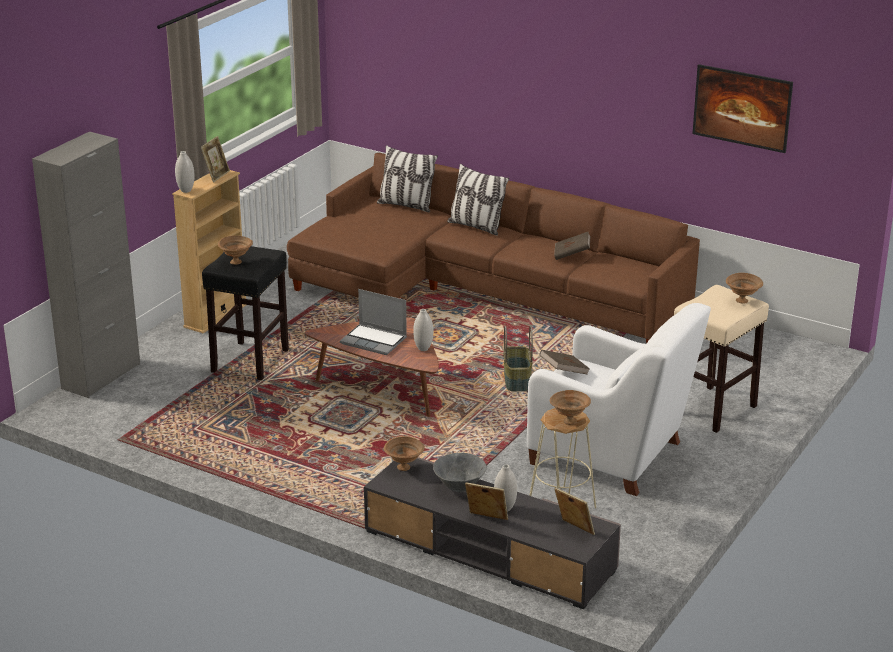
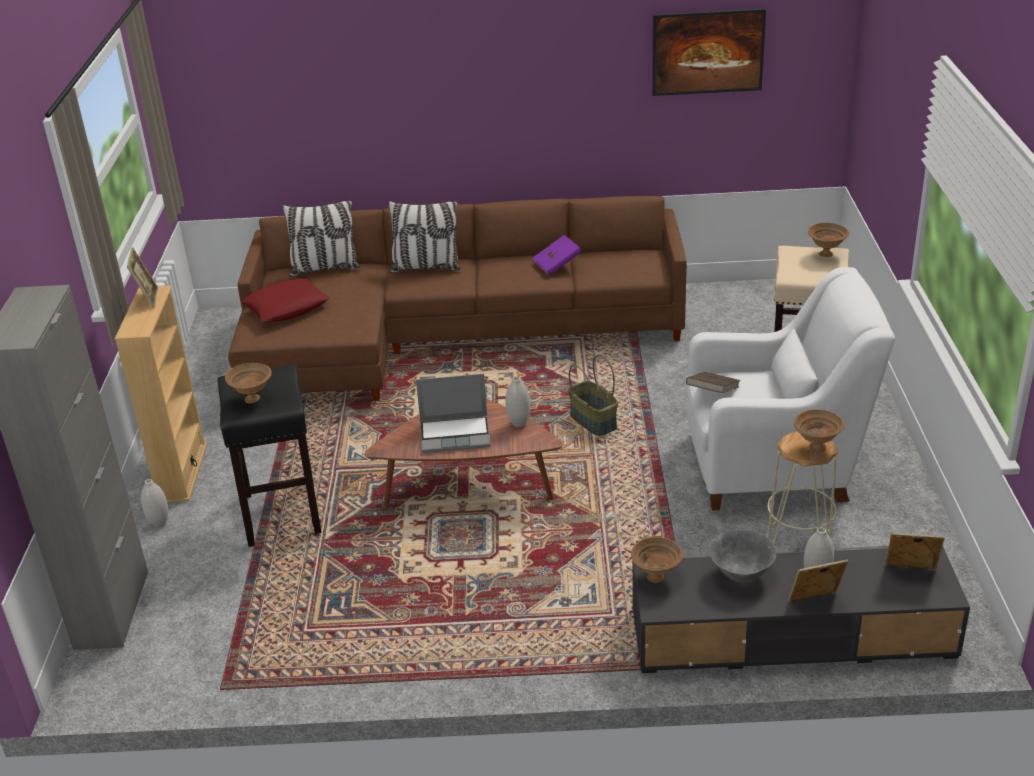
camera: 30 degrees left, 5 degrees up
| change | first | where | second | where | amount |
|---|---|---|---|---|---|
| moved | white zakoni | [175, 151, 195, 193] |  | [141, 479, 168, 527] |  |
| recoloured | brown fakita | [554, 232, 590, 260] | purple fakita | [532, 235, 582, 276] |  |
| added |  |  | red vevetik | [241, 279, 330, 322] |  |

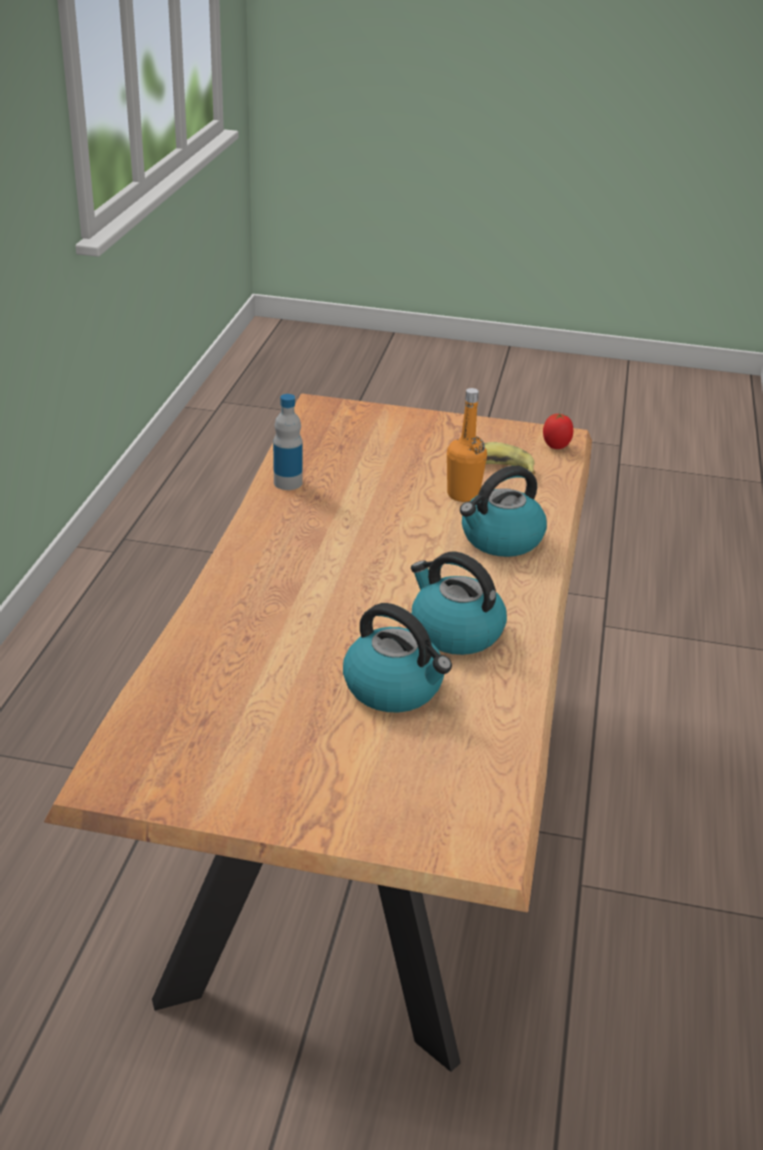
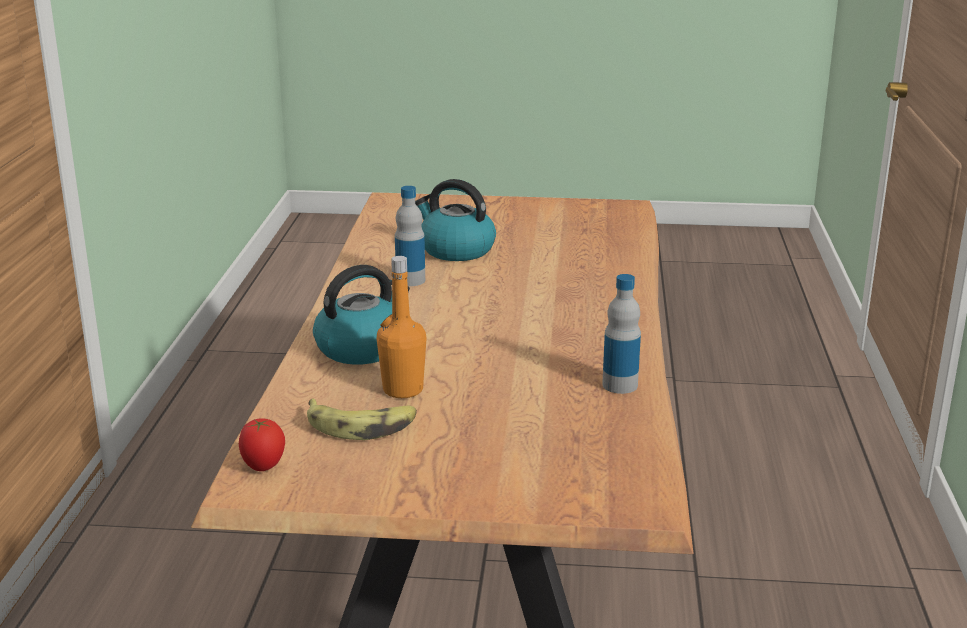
camera: 175 degrees right, 10 degrees down
| change | first | where | second | where | amount |
|---|---|---|---|---|---|
| replaced | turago | [411, 552, 507, 655] | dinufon | [395, 186, 425, 286] |  |

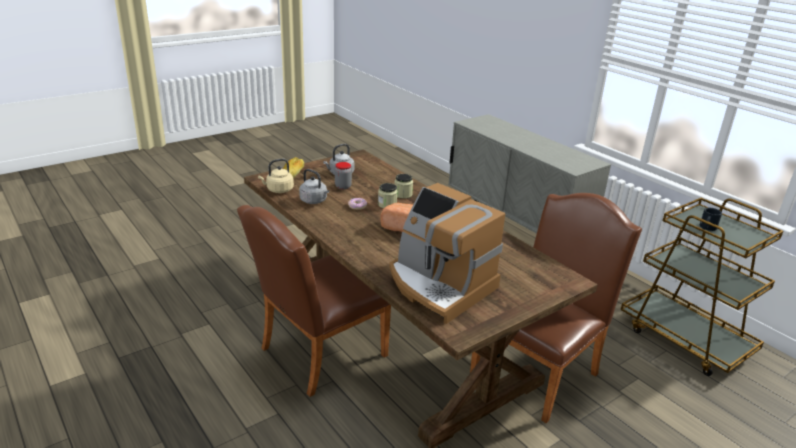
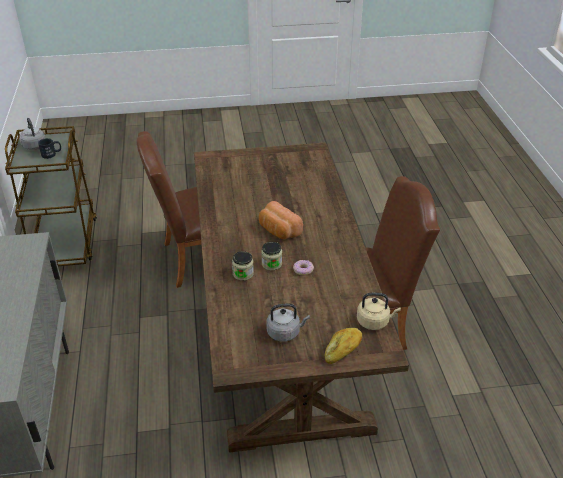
camera: 150 degrees left, 10 degrees up
| change | first | where | second | where | amount |
|---|---|---|---|---|---|
| moved | grey turago | [299, 169, 329, 204] |  | [20, 118, 45, 150] |  |
| removed | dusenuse | [335, 162, 352, 189] |  |  |  |
| removed | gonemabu | [389, 183, 505, 324] |  |  |  |

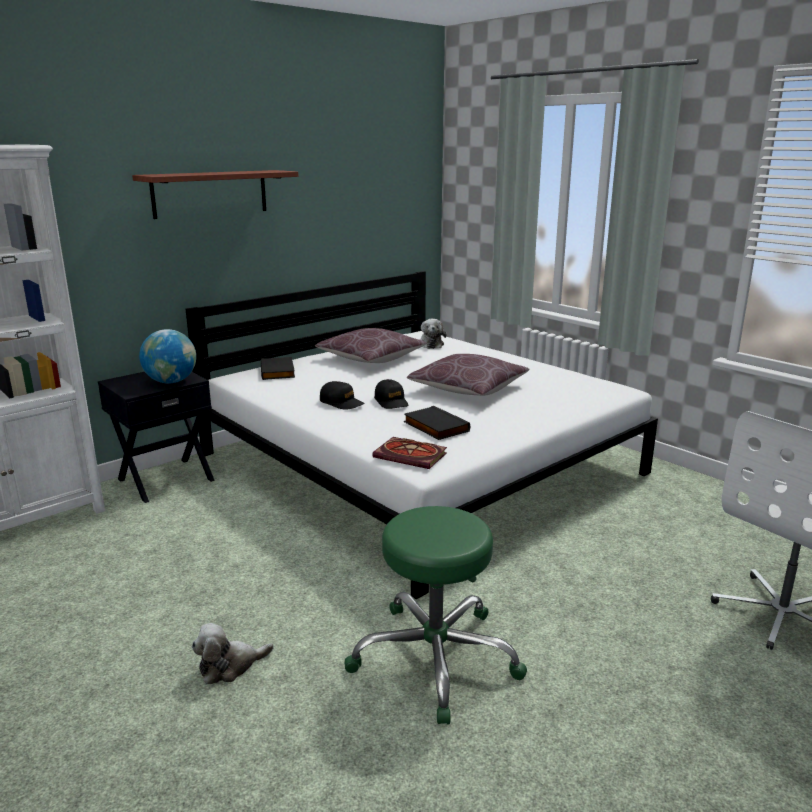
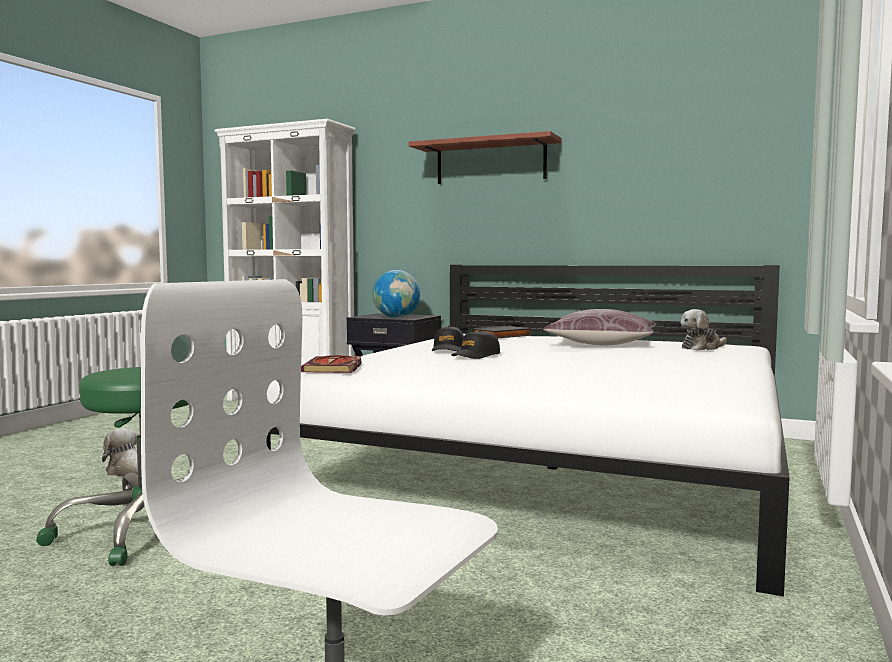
camera: 65 degrees right, 15 degrees down
| change | first | where | second | where | amount |
|---|---|---|---|---|---|
| removed | black fakita | [404, 406, 470, 440] |  |  |  |
| removed | brown vevetik | [407, 354, 530, 396] |  |  |  |

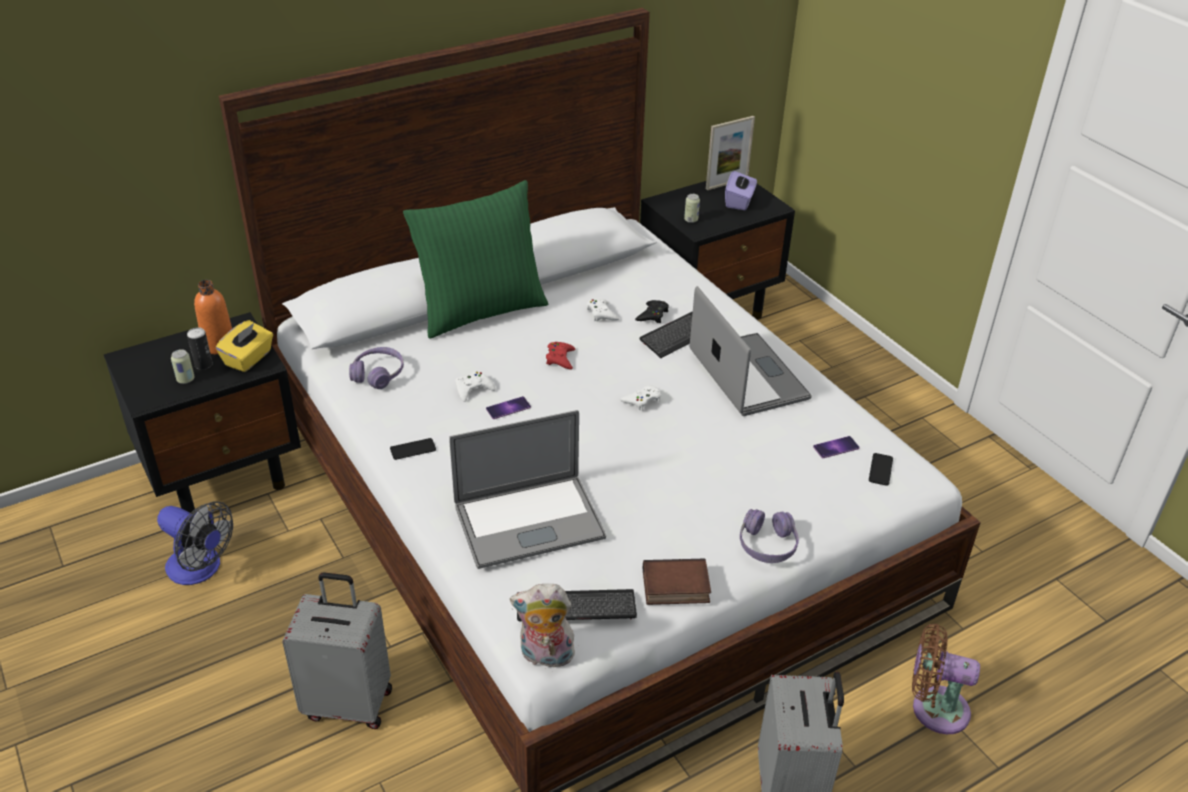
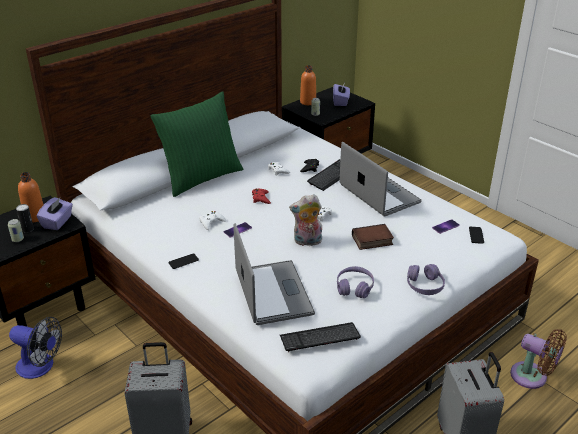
camera: 10 degrees left, 5 degrees down
| change | first | where | second | where | amount |
|---|---|---|---|---|---|
| recoloured | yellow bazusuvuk | [216, 320, 273, 372] | purple bazusuvuk | [37, 197, 73, 230] |  |
| moved | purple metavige | [349, 347, 404, 389] |  | [337, 266, 374, 298] |  |
| turned | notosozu | [449, 410, 606, 569] |  | [233, 223, 315, 325] | 75 degrees counterclockwise |
| moved | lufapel | [510, 584, 575, 668] |  | [289, 194, 322, 246] |  |
| moved | fakita | [643, 558, 711, 605] |  | [352, 224, 394, 250] |  |
| removed | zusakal | [706, 116, 755, 190] |  |  |  |
| turned | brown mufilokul | [912, 624, 980, 734] |  | [510, 329, 567, 389] | 150 degrees counterclockwise |
| added |  |  | orange dinufon | [300, 65, 316, 105] |  |

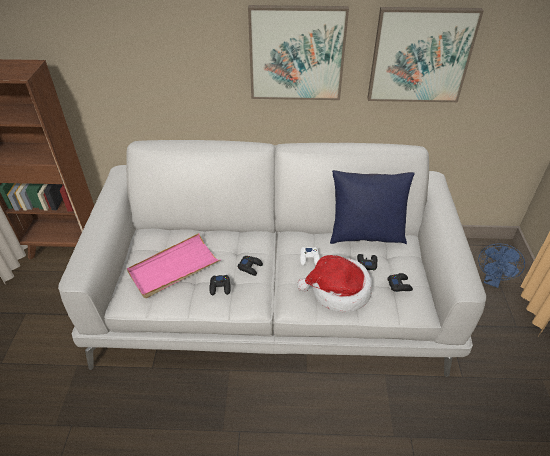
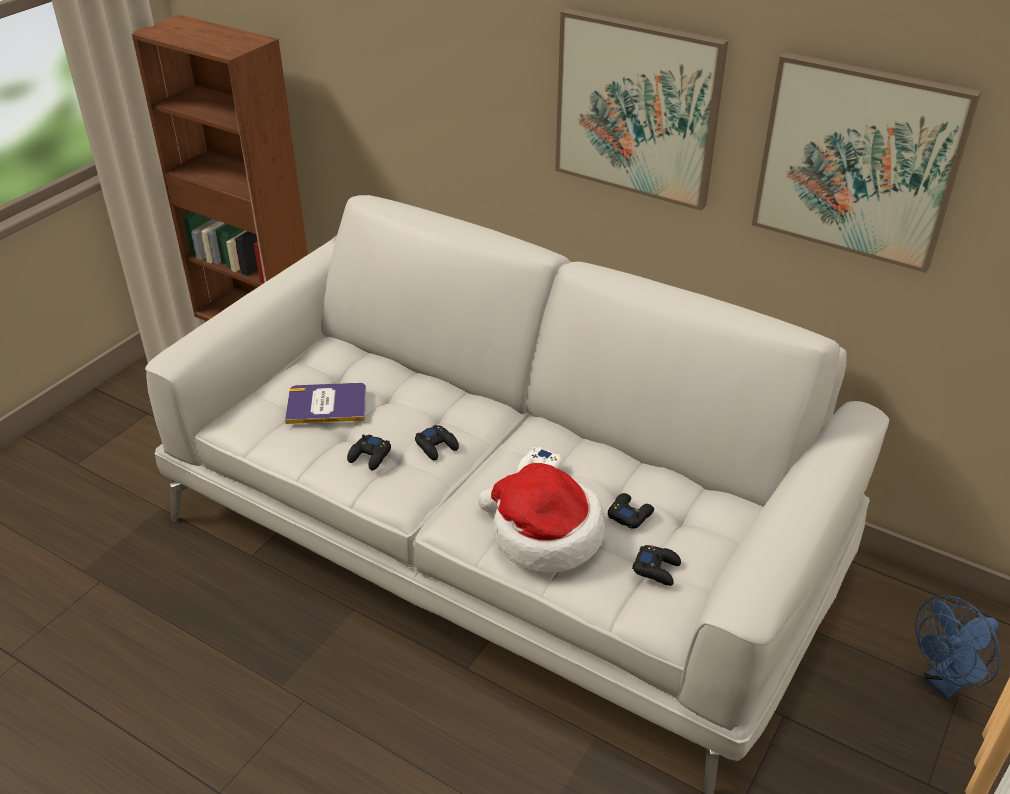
camera: 30 degrees right, 5 degrees down
| change | first | where | second | where | amount |
|---|---|---|---|---|---|
| replaced | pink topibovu | [127, 233, 221, 298] | fakita | [285, 383, 366, 424] |  |
| removed | blue vevetik | [330, 170, 415, 244] |  |  |  |

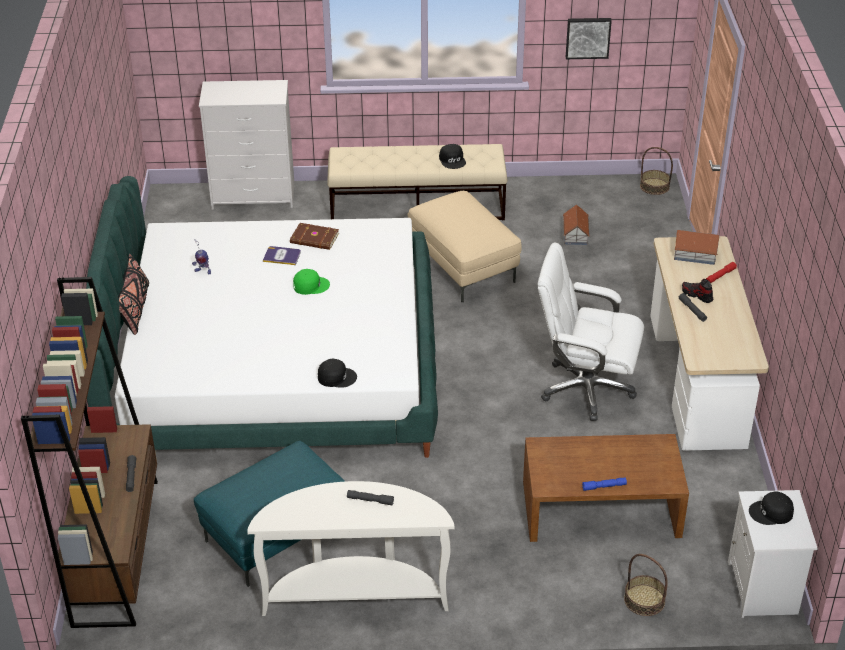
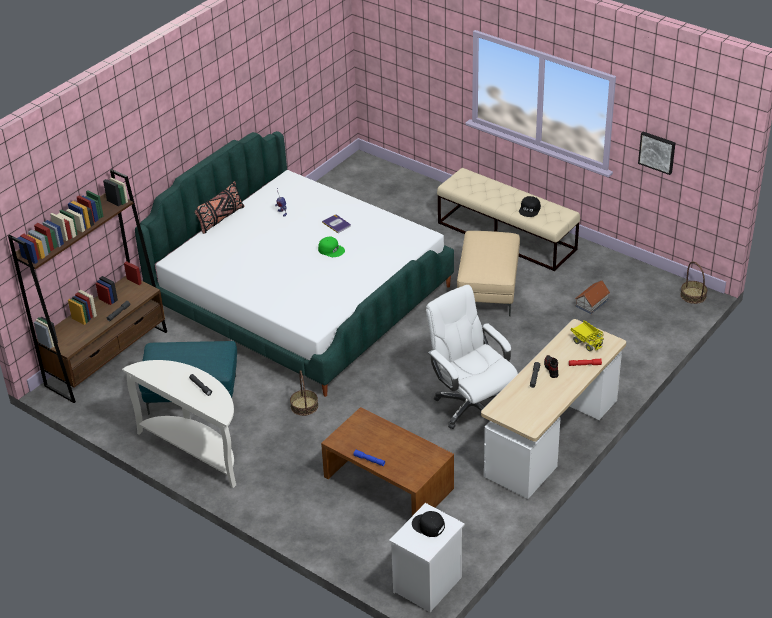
camera: 40 degrees right, 0 degrees up
| change | first | where | second | where | amount |
|---|---|---|---|---|---|
| removed | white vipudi | [199, 80, 294, 209] |  |  |  |
| removed | brown fakita | [290, 223, 339, 250] |  |  |  |
| removed | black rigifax | [318, 359, 357, 388] |  |  |  |
| moved | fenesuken | [624, 554, 668, 616] |  | [290, 370, 318, 416] |  |
| replaced | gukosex | [674, 230, 720, 265] | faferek | [571, 320, 604, 351] |  |

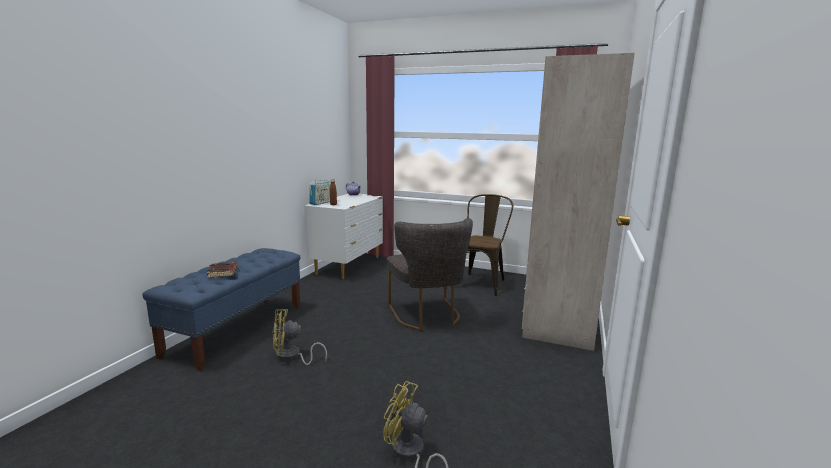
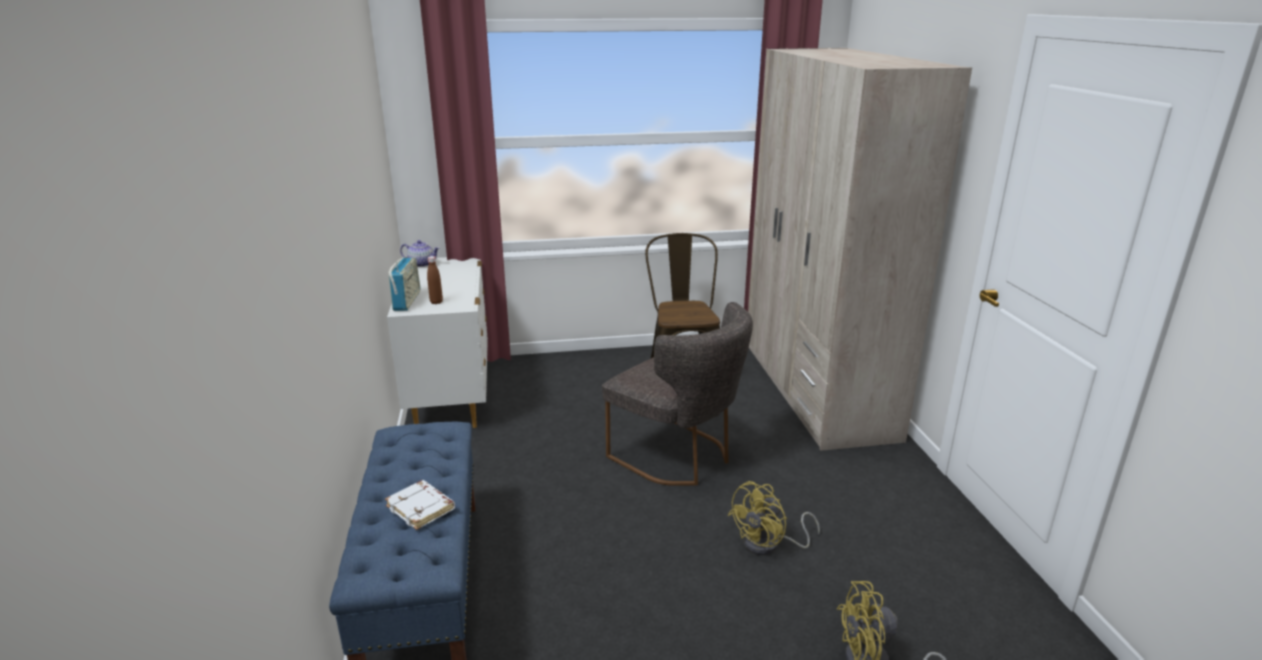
camera: 30 degrees left, 10 degrees up
| change | first | where | second | where | amount |
|---|---|---|---|---|---|
| recoloured | brown fakita | [207, 262, 237, 278] | white fakita | [385, 480, 455, 530] |  |
| moved | yellow mufilokul | [273, 309, 327, 365] |  | [728, 481, 820, 555] |  |

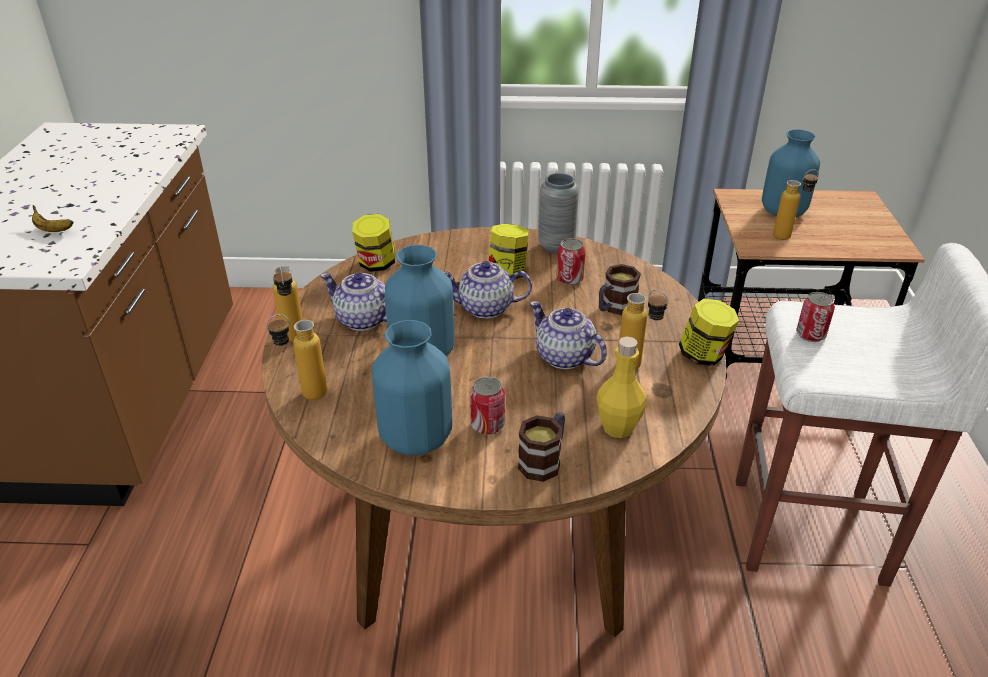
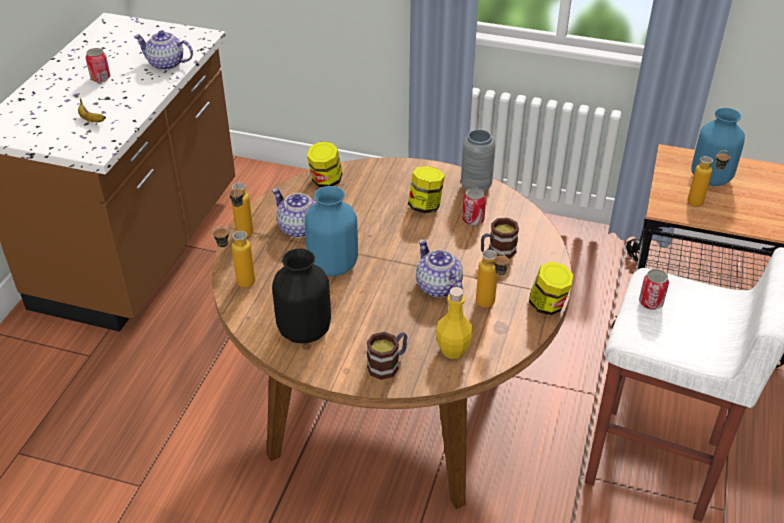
camera: 15 degrees right, 5 degrees up
| change | first | where | second | where | amount |
|---|---|---|---|---|---|
| recoloured | blue zakoni | [372, 320, 452, 456] | black zakoni | [272, 248, 331, 344] |  |
| moved | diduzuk | [443, 261, 532, 319] |  | [134, 31, 193, 70] |  |
| moved | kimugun | [470, 377, 505, 435] |  | [86, 48, 110, 83] |  |

